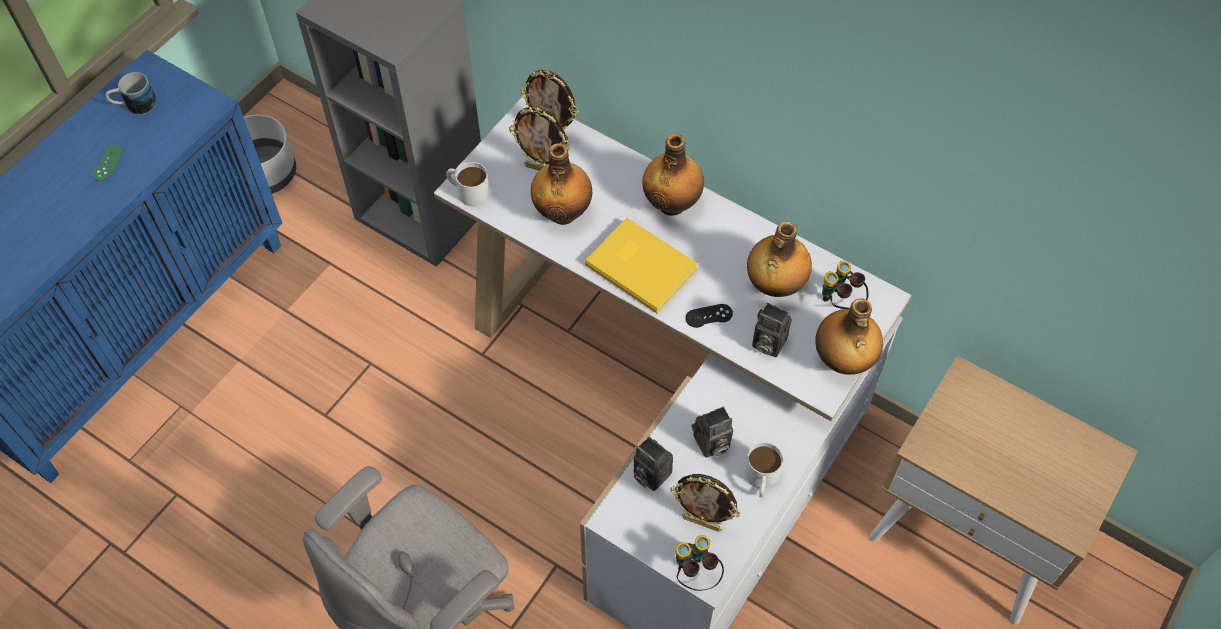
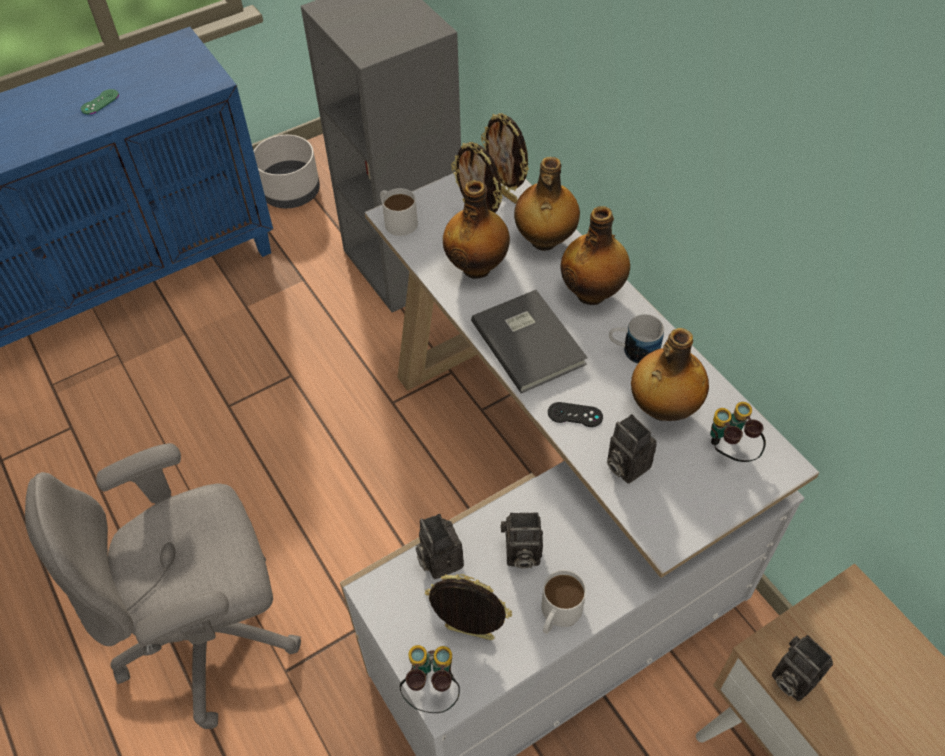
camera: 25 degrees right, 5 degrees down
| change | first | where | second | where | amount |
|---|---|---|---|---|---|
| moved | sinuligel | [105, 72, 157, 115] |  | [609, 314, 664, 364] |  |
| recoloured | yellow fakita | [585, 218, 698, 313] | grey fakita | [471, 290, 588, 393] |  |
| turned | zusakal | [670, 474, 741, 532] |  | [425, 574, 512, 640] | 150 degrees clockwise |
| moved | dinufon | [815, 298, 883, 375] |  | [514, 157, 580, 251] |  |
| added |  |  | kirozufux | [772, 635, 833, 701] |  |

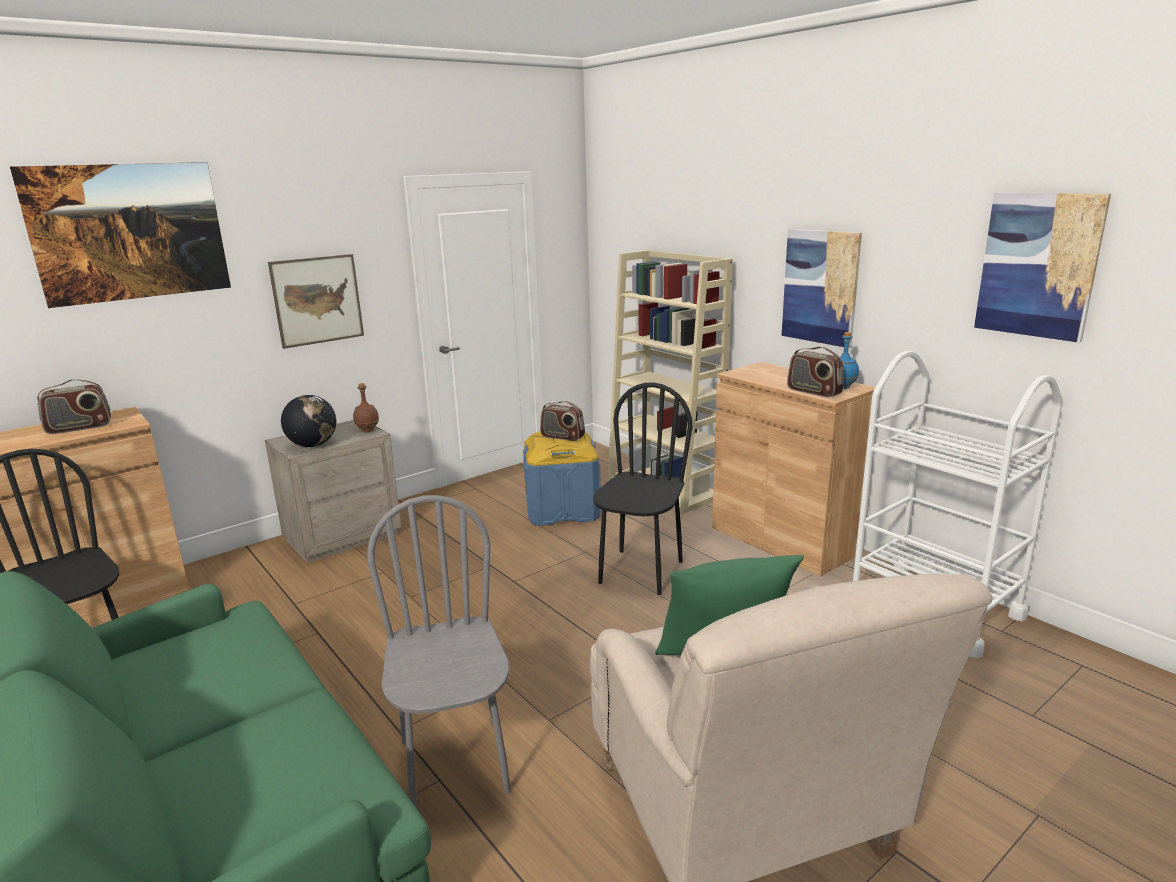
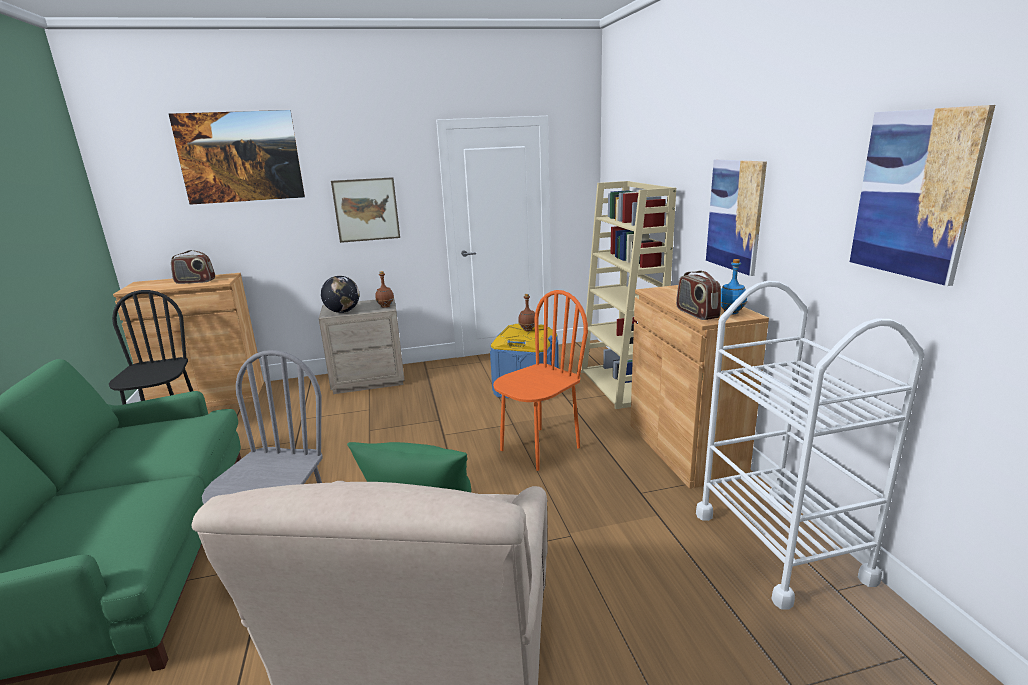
camera: 25 degrees right, 0 degrees up
| change | first | where | second | where | amount |
|---|---|---|---|---|---|
| replaced | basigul | [540, 401, 585, 441] | brown dinufon | [518, 294, 535, 331] |  |
| recoloured | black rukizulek | [593, 382, 693, 595] | orange rukizulek | [493, 290, 588, 471] |  |

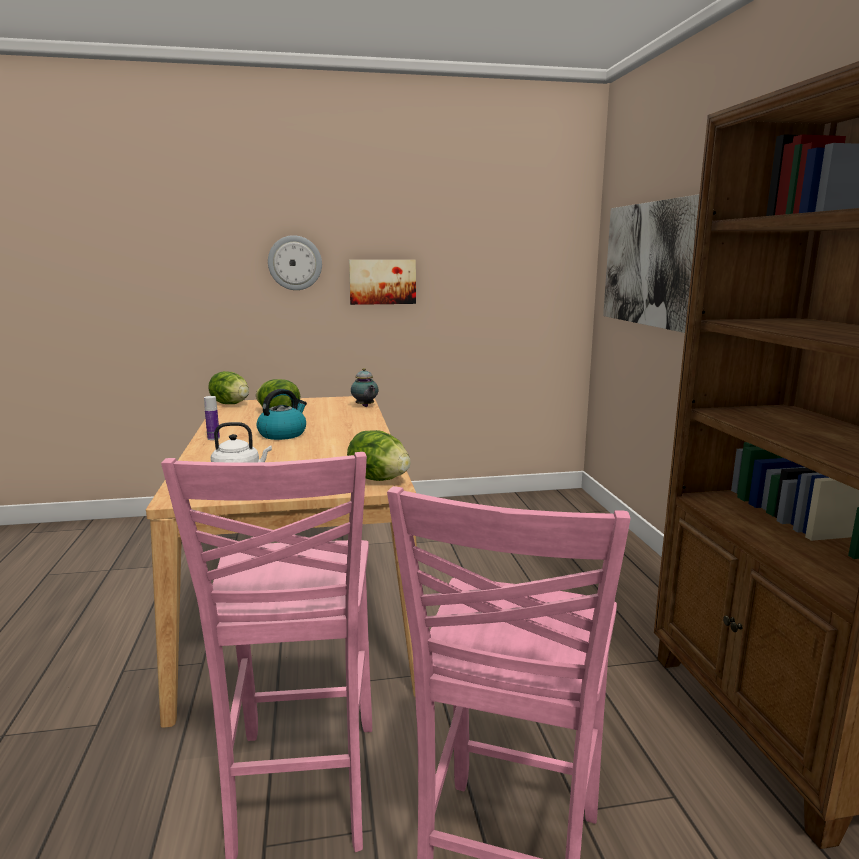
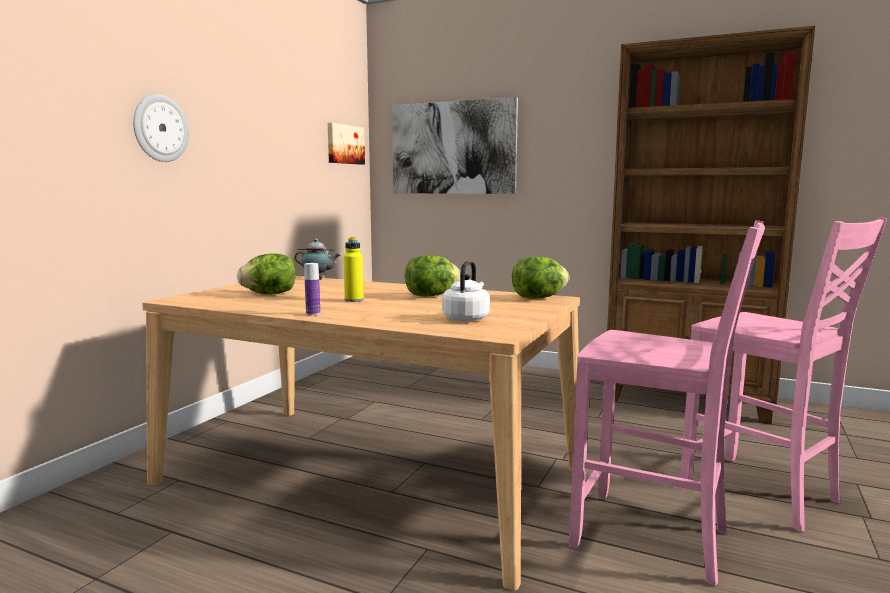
camera: 55 degrees left, 5 degrees down
| change | first | where | second | where | amount |
|---|---|---|---|---|---|
| moved | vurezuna | [208, 371, 249, 404] |  | [405, 255, 460, 297] |  |
| replaced | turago | [257, 389, 307, 440] | yellow dinufon | [343, 237, 364, 302] |  |
| moved | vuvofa | [349, 260, 416, 305] |  | [328, 123, 365, 165] |  |

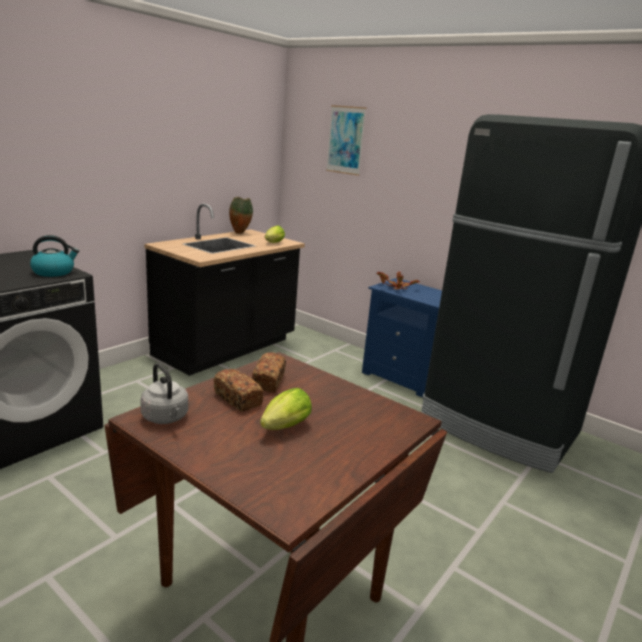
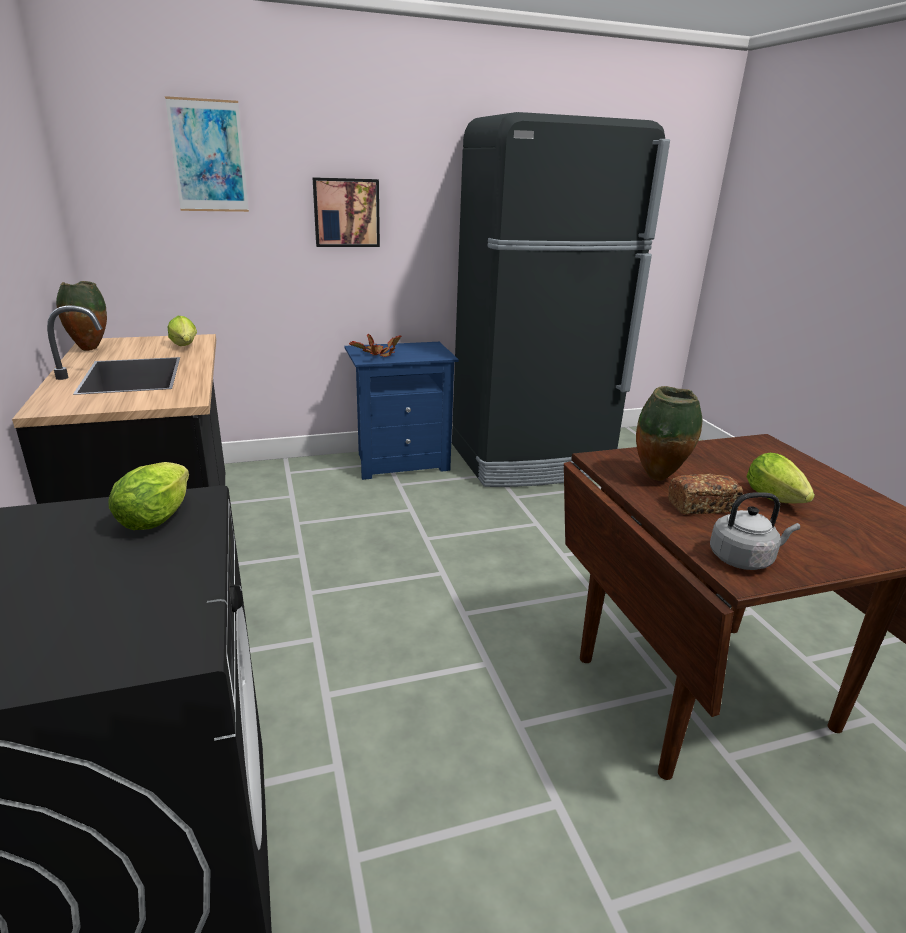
camera: 55 degrees left, 5 degrees up
| change | first | where | second | where | amount |
|---|---|---|---|---|---|
| replaced | turago | [30, 235, 79, 277] | vurezuna | [109, 462, 189, 530] |  |
| replaced | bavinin | [252, 352, 286, 393] | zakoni | [636, 386, 702, 481] |  |
| added |  |  | vuvofa | [312, 177, 380, 247] |  |

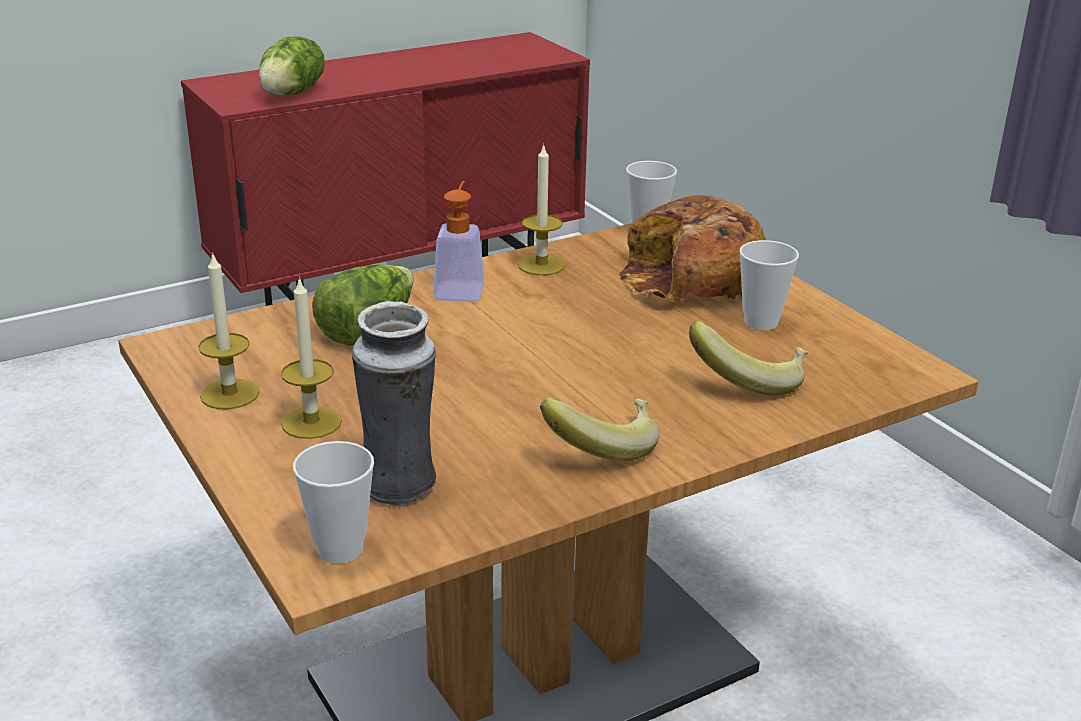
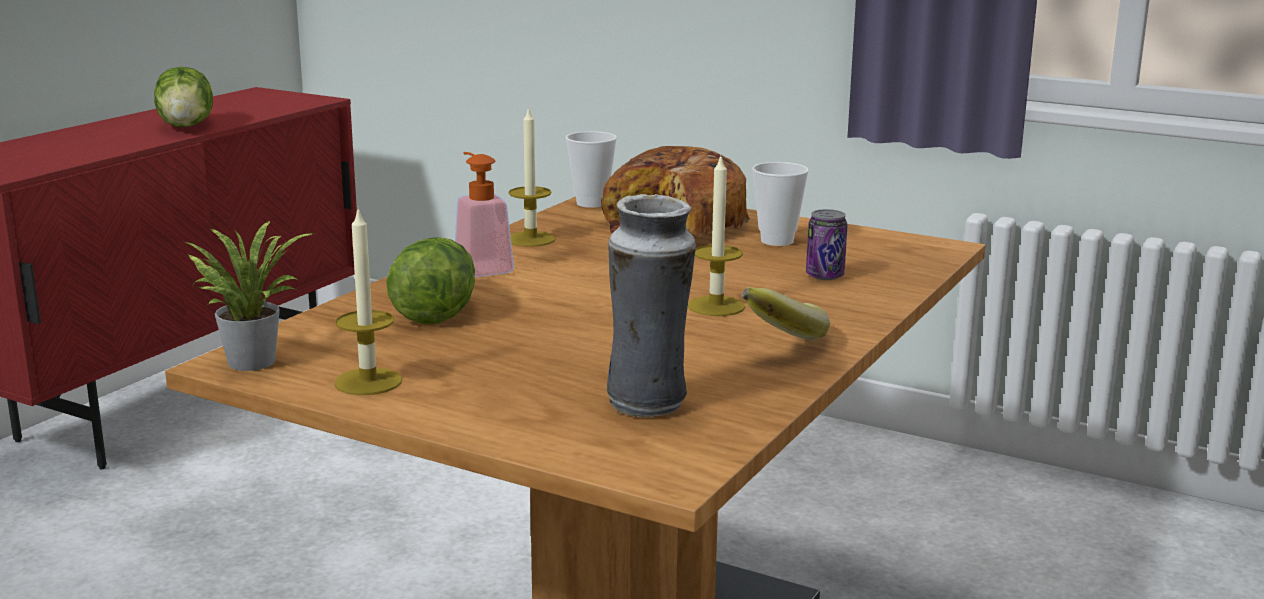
camera: 30 degrees left, 10 degrees down
| change | first | where | second | where | amount |
|---|---|---|---|---|---|
| moved | vurezuna | [259, 37, 325, 96] |  | [154, 67, 213, 127] |  |
| moved | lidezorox | [281, 276, 342, 439] |  | [688, 156, 745, 316] |  |
| removed | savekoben | [293, 441, 374, 564] |  |  |  |
| replaced | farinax | [689, 321, 808, 395] | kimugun | [806, 209, 848, 280] |  |
| added |  |  | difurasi | [185, 221, 315, 371] |  |

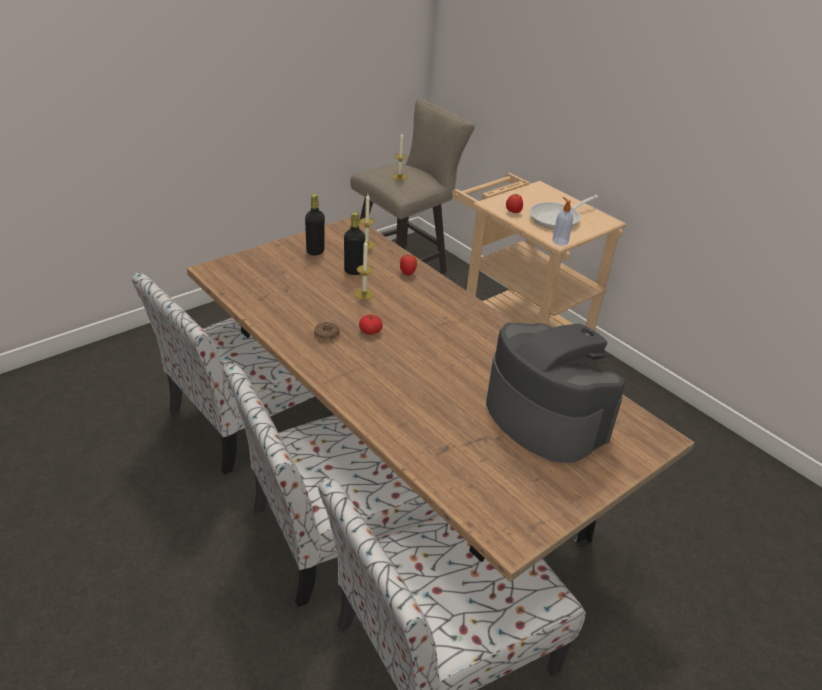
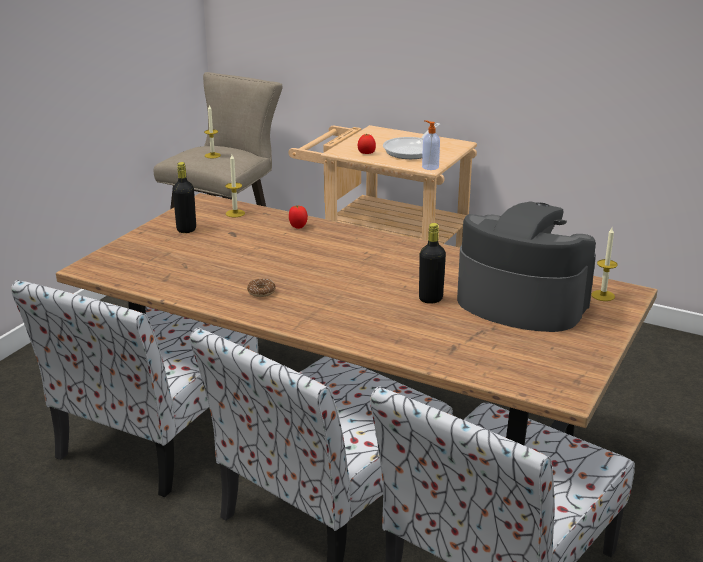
camera: 20 degrees left, 10 degrees down
| change | first | where | second | where | amount |
|---|---|---|---|---|---|
| moved | black dinufon | [344, 212, 365, 275] |  | [419, 223, 446, 304] |  |
| moved | lidezorox | [355, 240, 374, 300] |  | [591, 228, 618, 301] |  |
| removed | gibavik | [359, 314, 383, 335] |  |  |  |

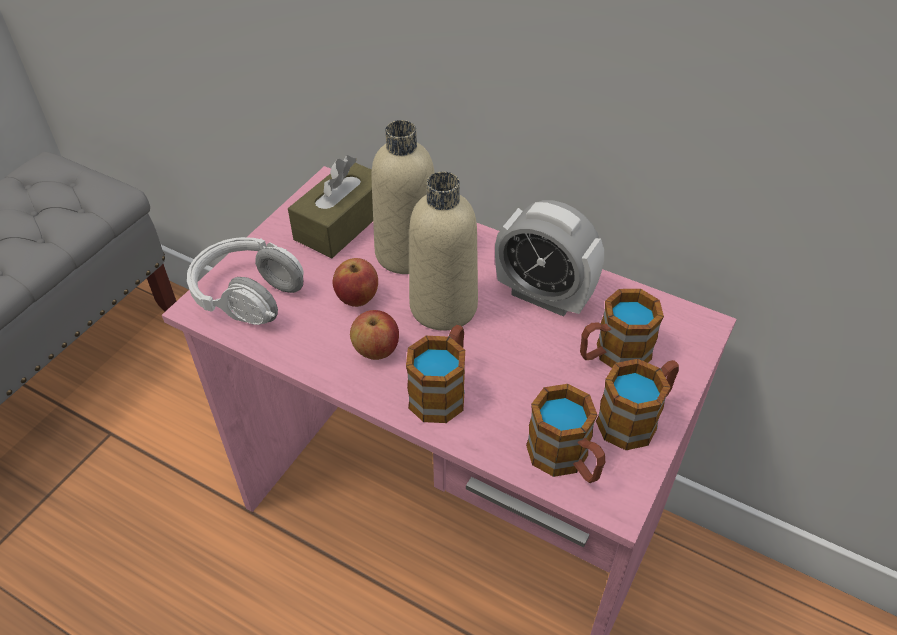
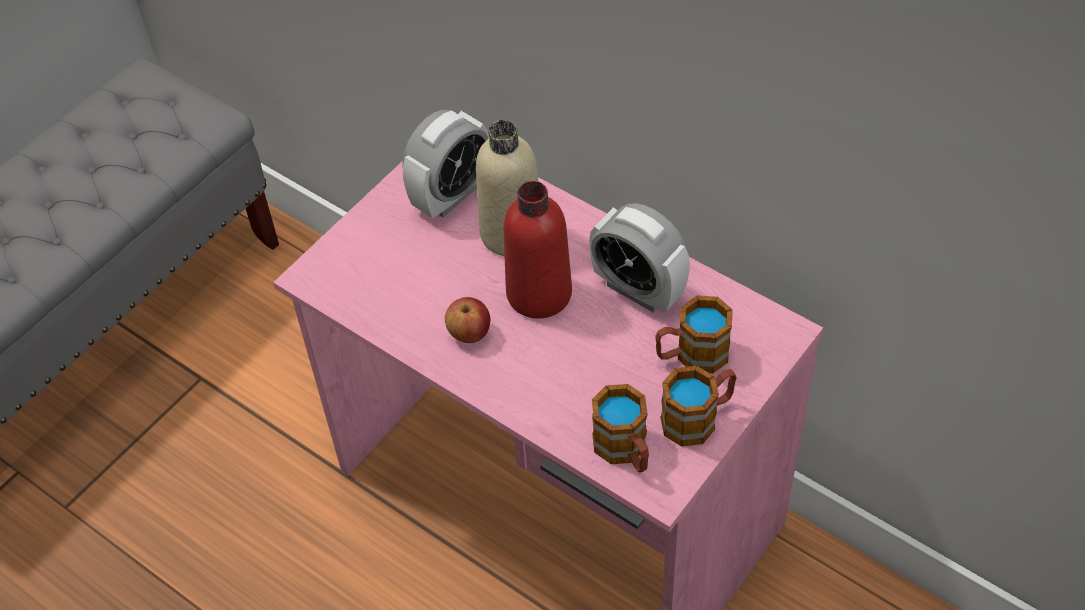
camera: 10 degrees right, 5 degrees up
| change | first | where | second | where | amount |
|---|---|---|---|---|---|
| removed | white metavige | [187, 237, 304, 325] |  |  |  |
| replaced | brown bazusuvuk | [288, 155, 373, 258] | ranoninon | [402, 110, 489, 218] |  |
| removed | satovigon | [333, 258, 378, 307] |  |  |  |
| removed | sinuligel | [406, 325, 465, 423] |  |  |  |
| recoloured | beige dinufon | [409, 172, 478, 331] | red dinufon | [503, 181, 572, 319] |  |

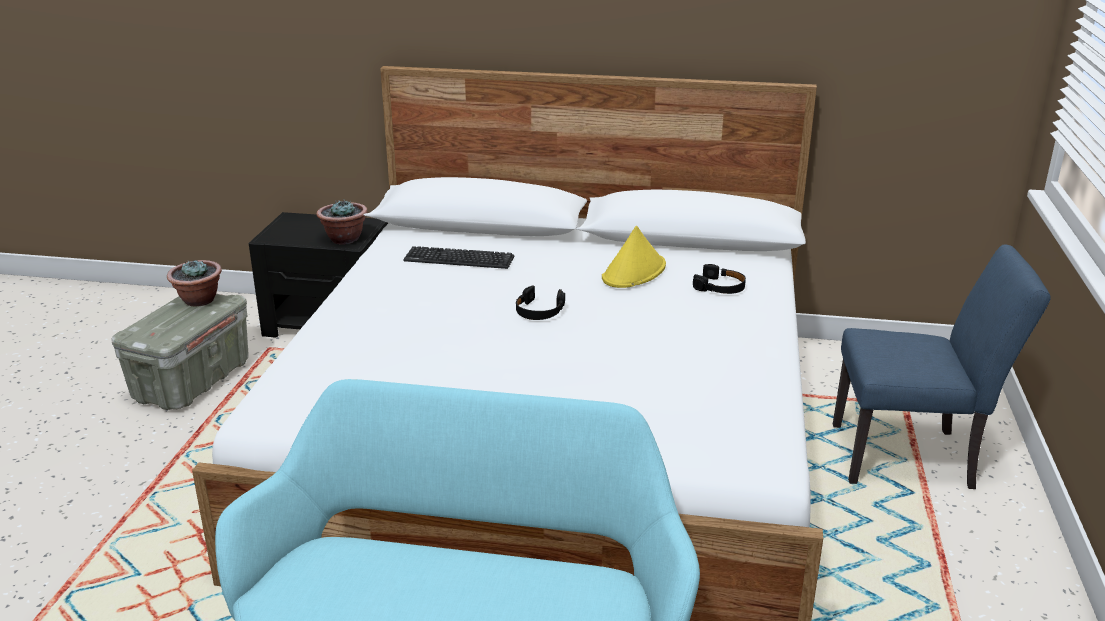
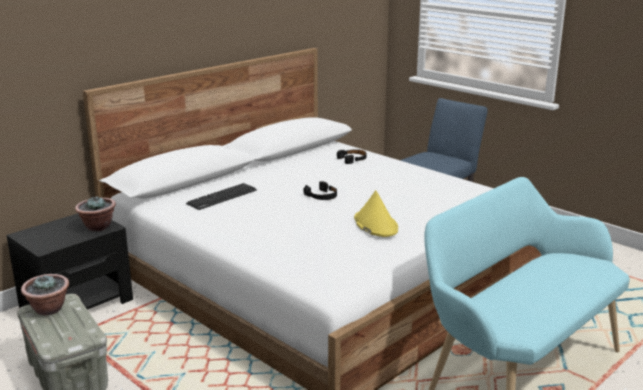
camera: 55 degrees left, 5 degrees down
| change | first | where | second | where | amount |
|---|---|---|---|---|---|
| moved | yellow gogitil | [602, 226, 666, 288] |  | [354, 190, 398, 237] |  |

